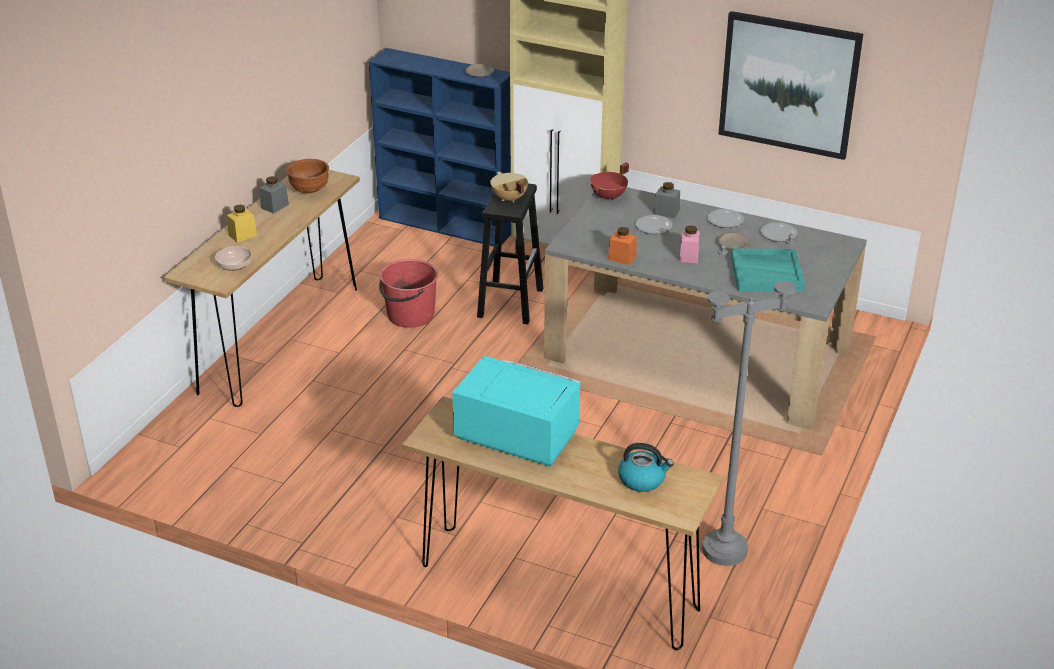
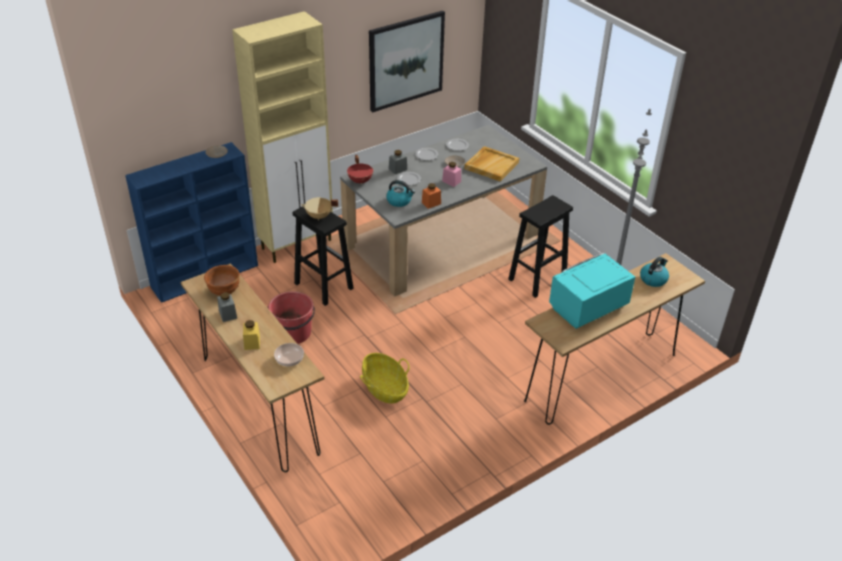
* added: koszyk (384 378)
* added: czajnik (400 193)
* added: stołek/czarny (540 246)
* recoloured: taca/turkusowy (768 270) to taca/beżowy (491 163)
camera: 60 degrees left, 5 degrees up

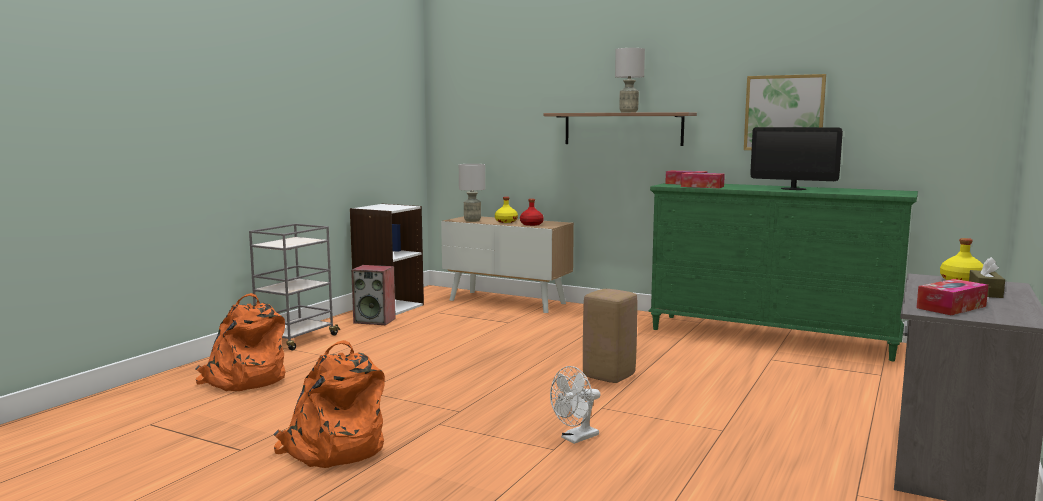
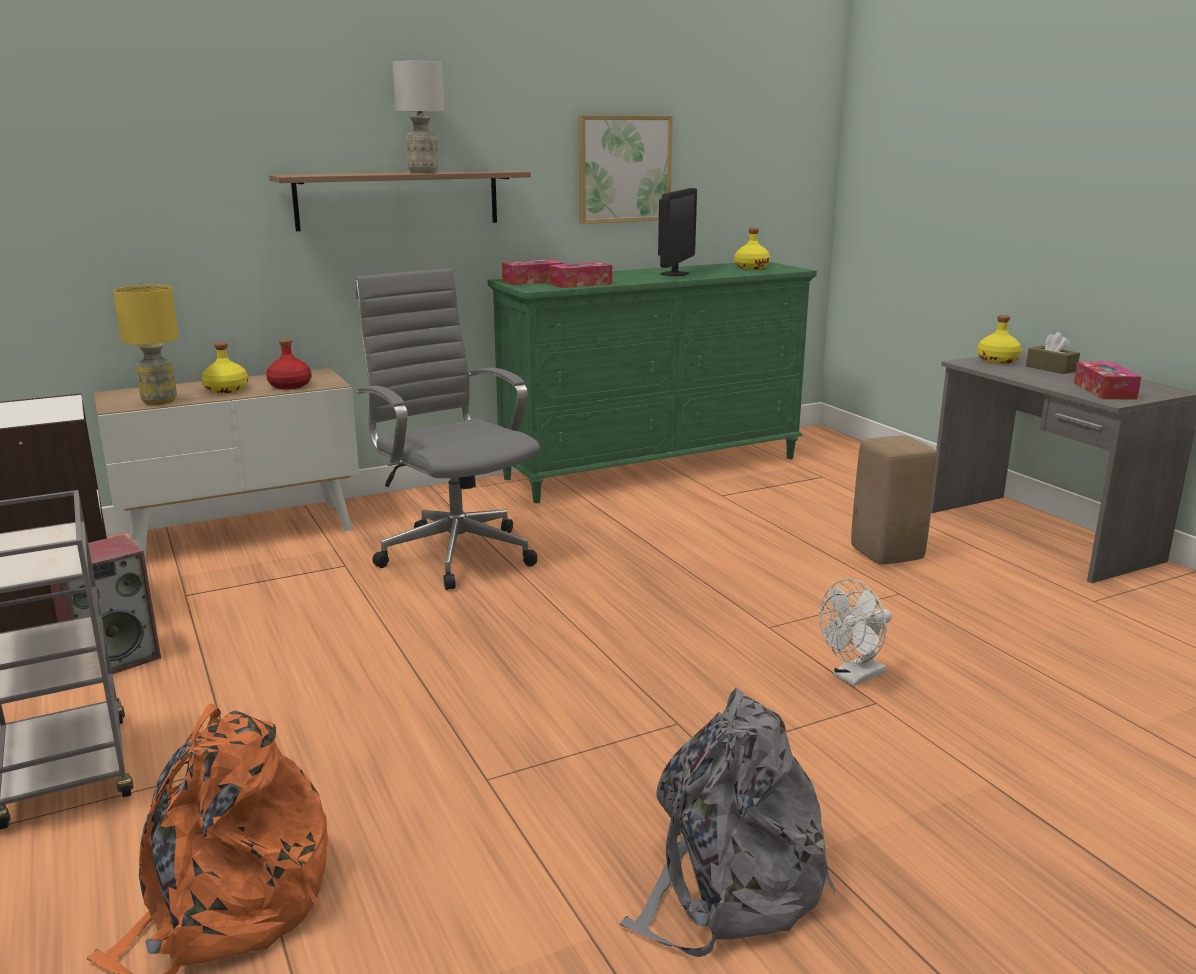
* added: krzesło biurowe/szary (447 429)
* added: butelka/żółty (752 248)
* moved: stołek/beżowy (610 336) to (894 500)
* recoloured: plecak/pomarańczowy (329 404) to plecak/szary (727 822)
* recoloured: lampa stołowa/szary (472 193) to lampa stołowa/żółty (146 345)
* turned: wentylator/biały (575 405) = (856 632) 60 degrees clockwise
* turned: monitor (797 158) = (677 232) 45 degrees counterclockwise
camera: 55 degrees left, 10 degrees up

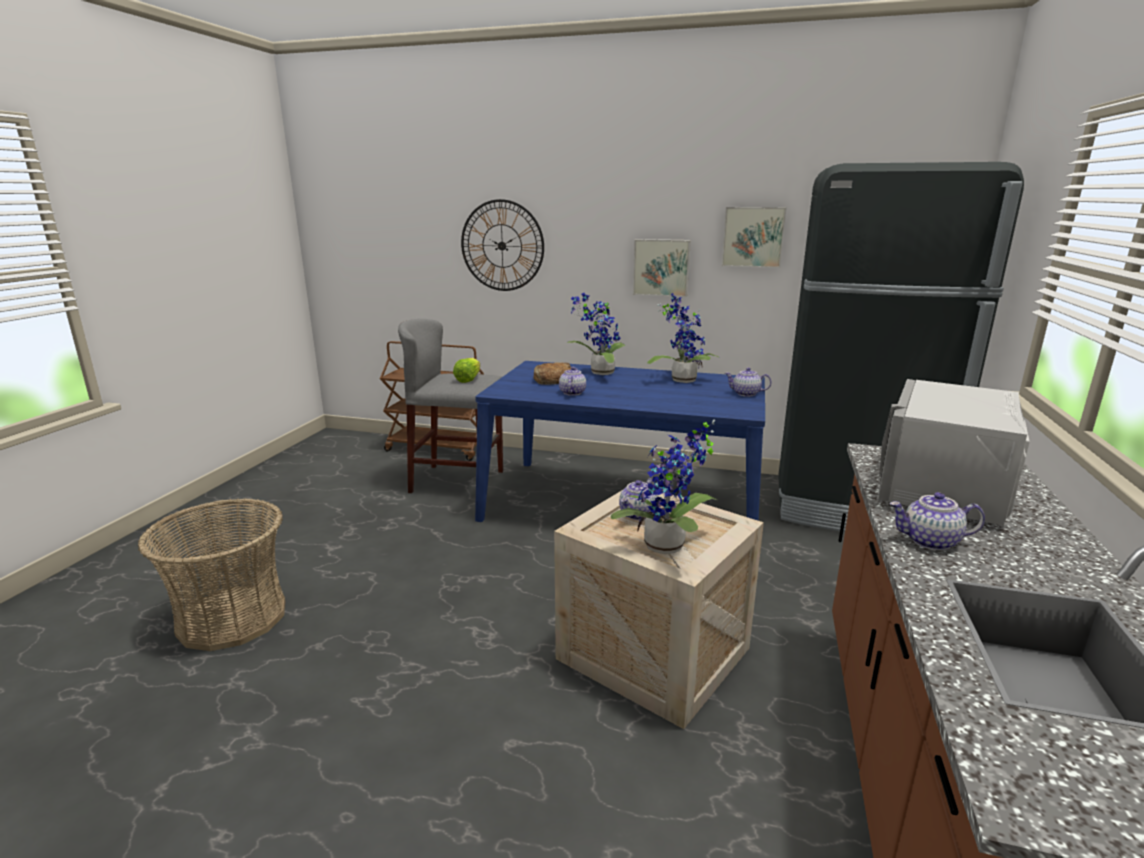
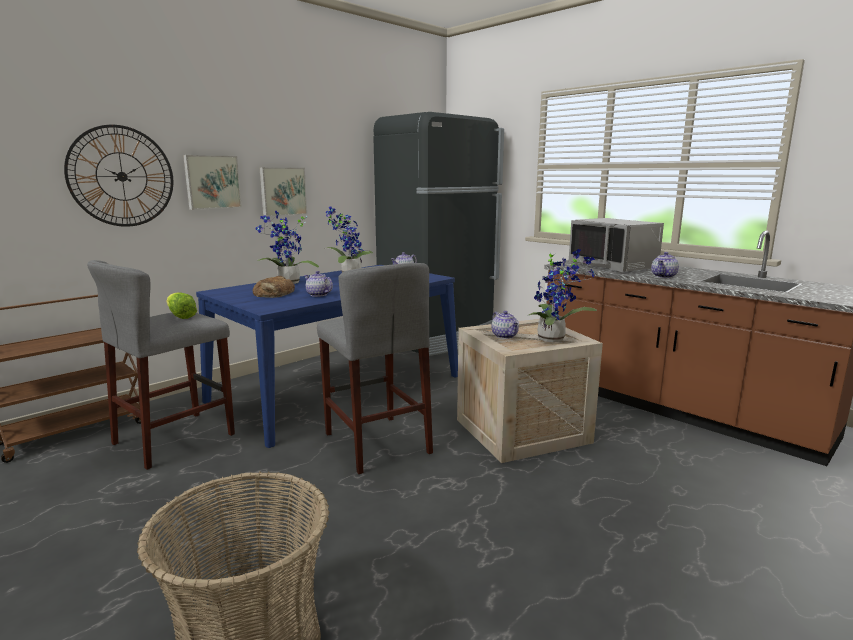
* added: stołek/szary (375 368)
* moved: obraz (754 237) to (212 182)
camera: 60 degrees left, 5 degrees down

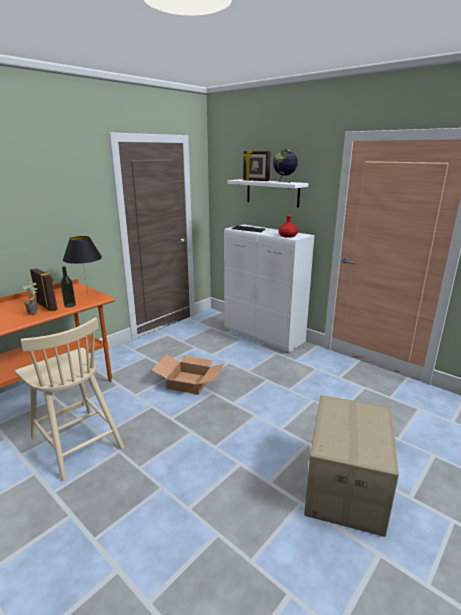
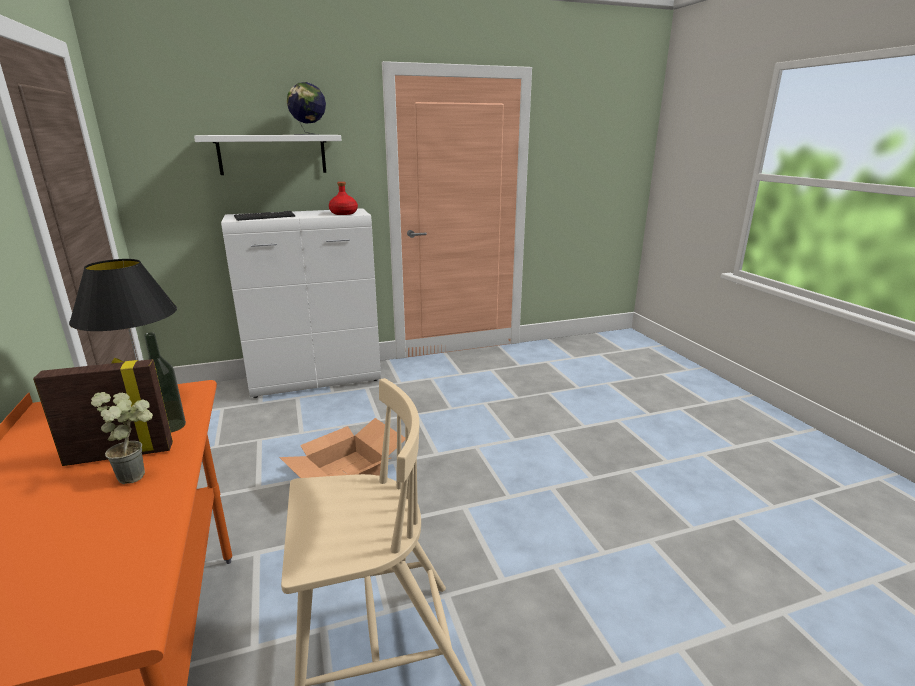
* removed: ramka na zdjęcie (257 165)
* removed: karton (351 466)
camera: 60 degrees left, 0 degrees up

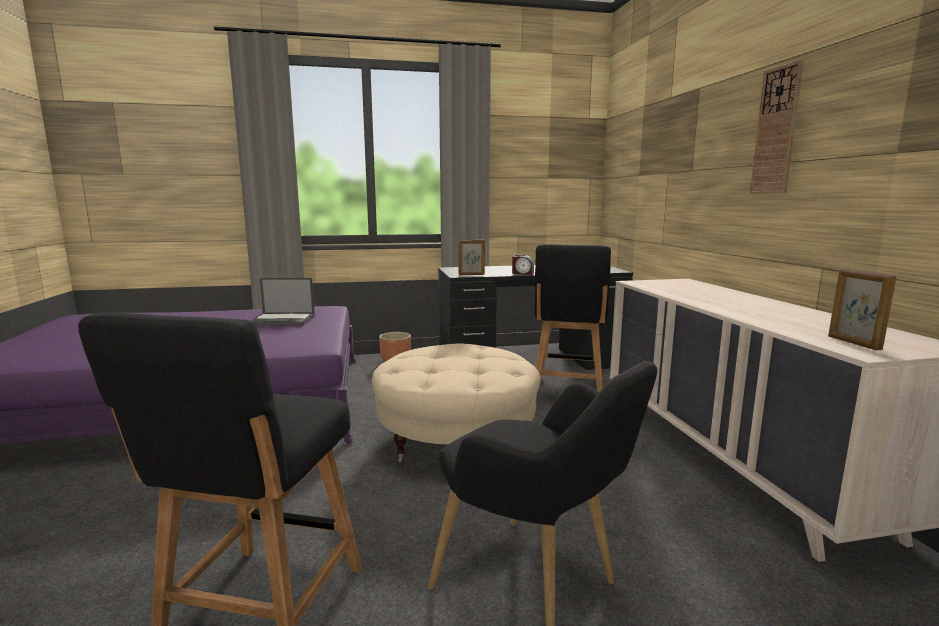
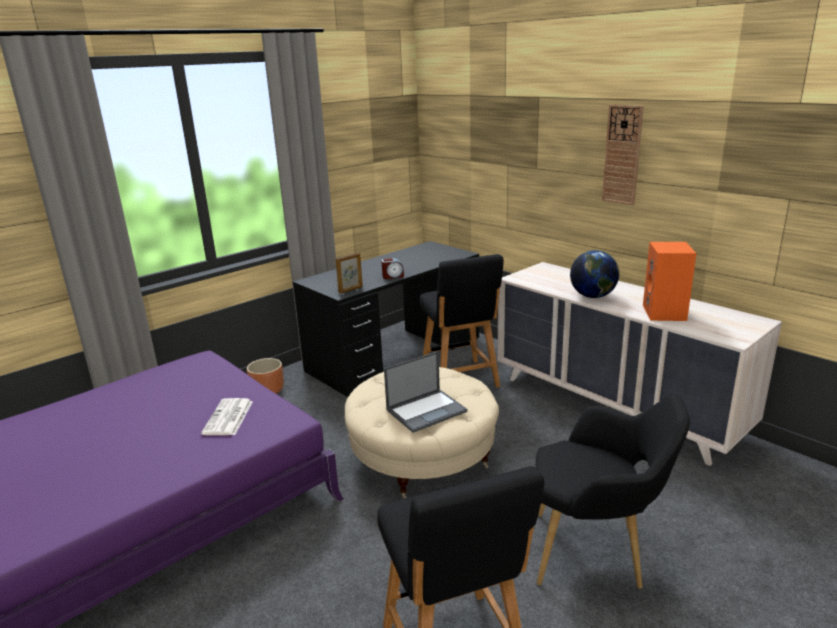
* removed: ramka na zdjęcie (862 309)
* added: gazeta (227 416)
* added: globus (594 274)
* added: głośnik/pomarańczowy (669 281)
* moved: laptop (282 301) to (426 392)
camera: 30 degrees left, 10 degrees up

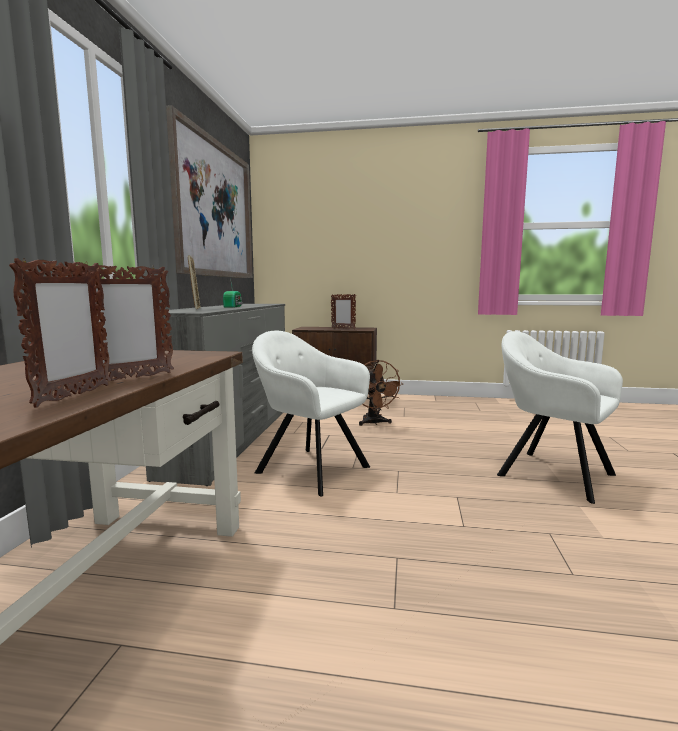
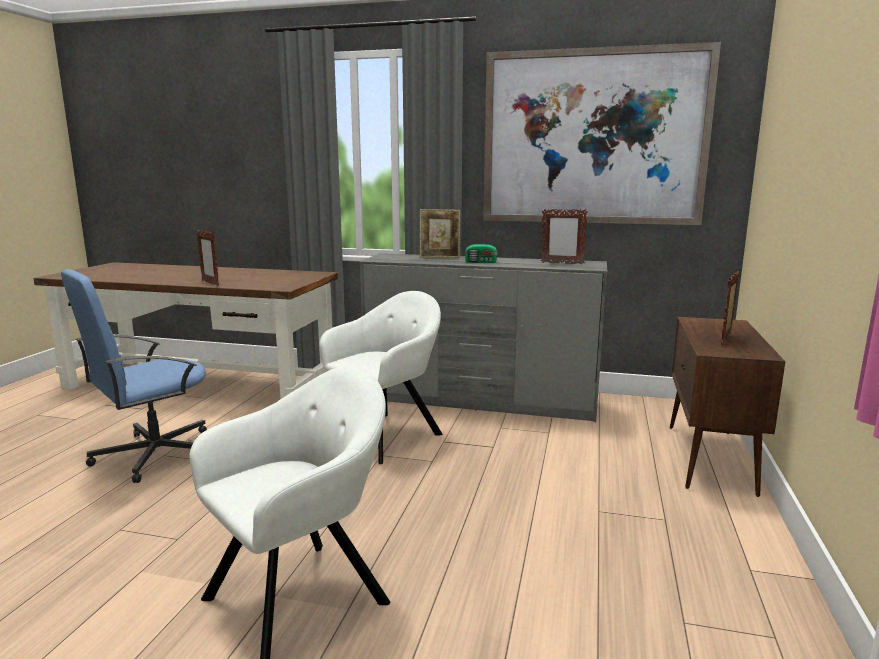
* removed: wentylator/brązowy (381 393)
* added: krzesło biurowe/niebieski (134 376)
* moved: ramka na zdjęcie (60 333) to (564 237)
camera: 95 degrees right, 5 degrees up

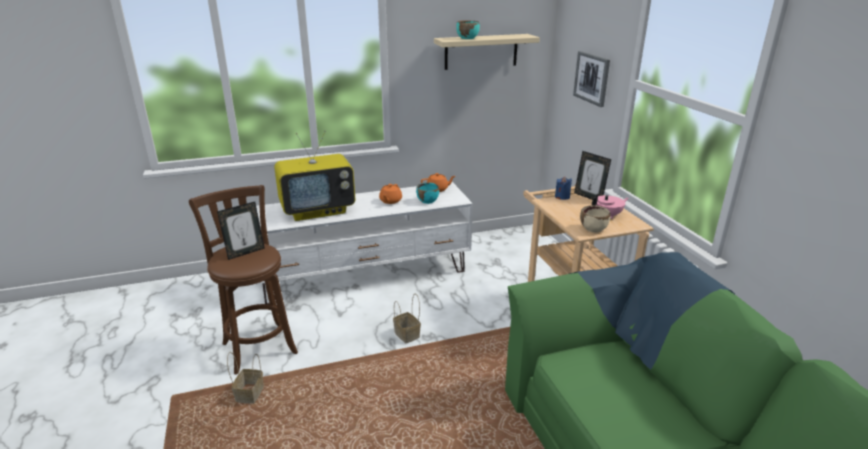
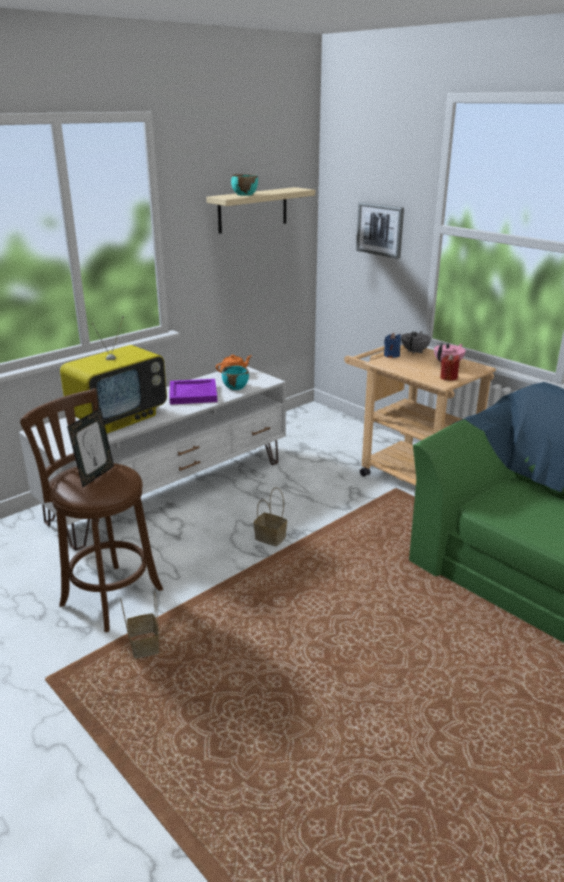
* replaced: imbryk/pomarańczowy (390 194) to taca/fioletowy (193 392)
* replaced: ramka na zdjęcie (592 175) to imbryk/szary (416 342)
* replaced: miska/beżowy (595 218) to świeca/czerwony (450 367)
camera: 25 degrees left, 0 degrees up

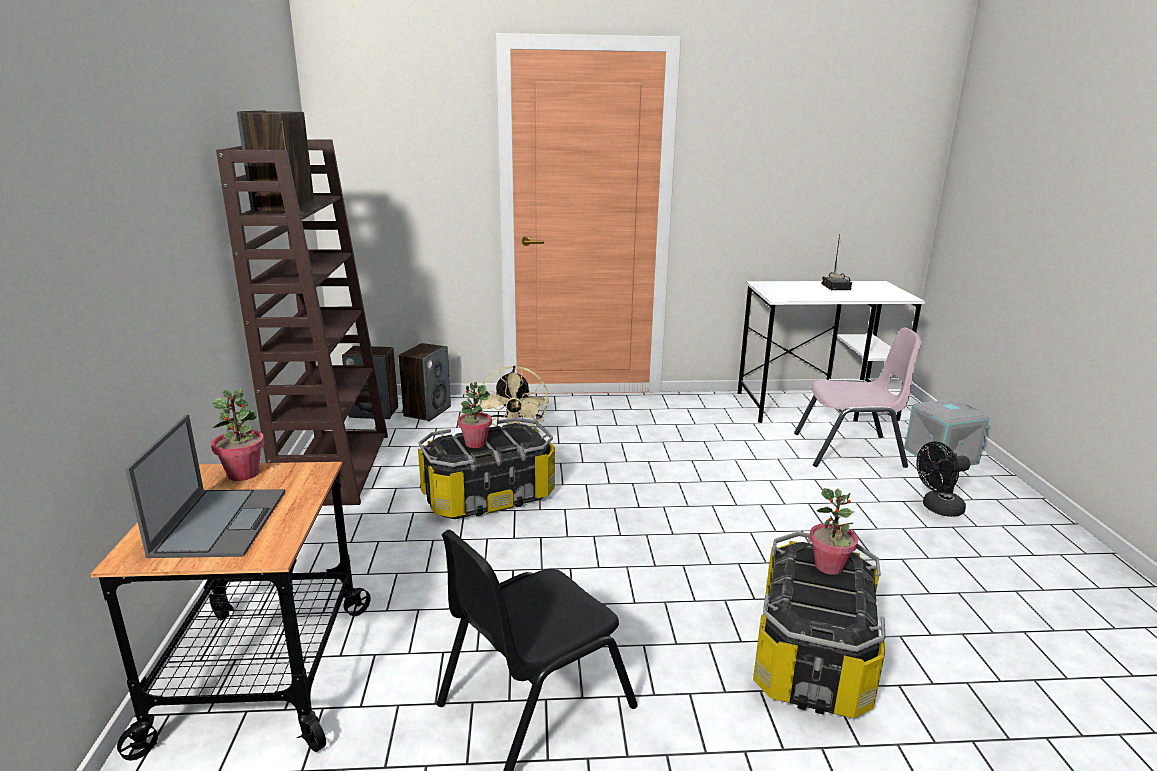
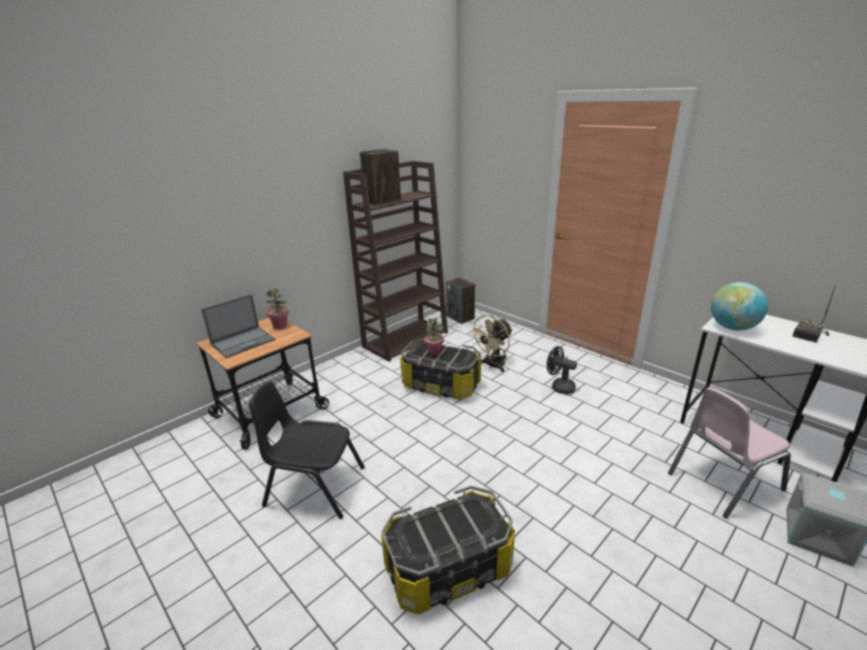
* removed: głośnik (425 382)
* removed: roślina doniczkowa (833 531)
* added: globus (739 306)
* moved: wentylator/czarny (943 479) to (562 370)
* turned: krzesło/różowy (858 398) = (729 453) 105 degrees clockwise
camera: 50 degrees right, 5 degrees up

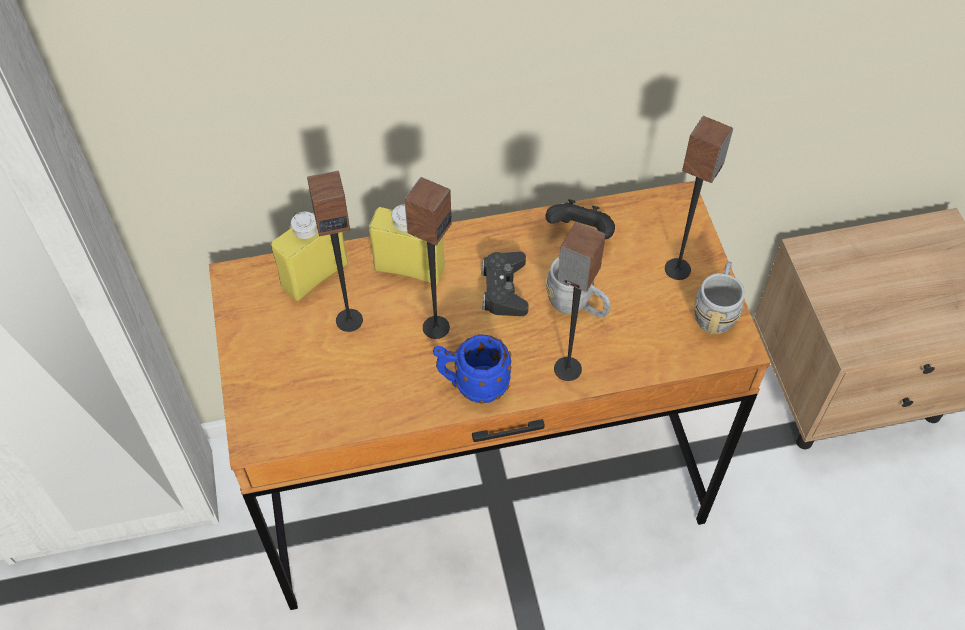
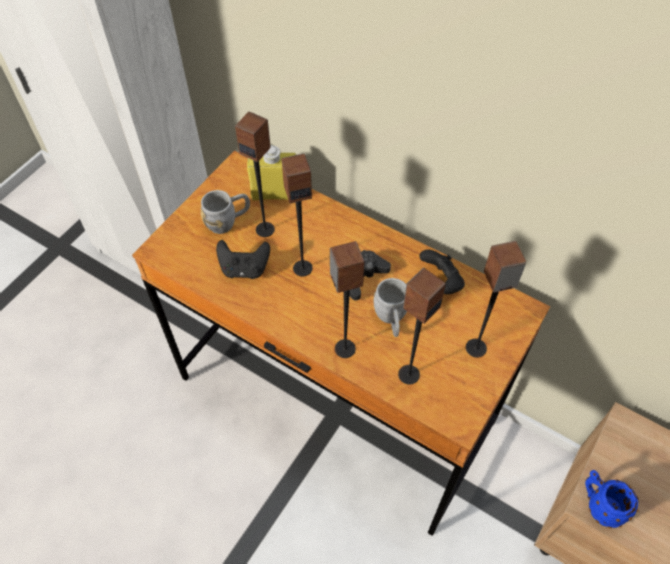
* removed: butelka/żółty (407 244)
* added: pad do gier/czarny (243 259)
* added: głośnik (422 326)
* moved: kubek/niebieski (472 369) to (611 499)
* moved: kubek/szary (719 297) to (225 212)
camera: 45 degrees right, 0 degrees up

